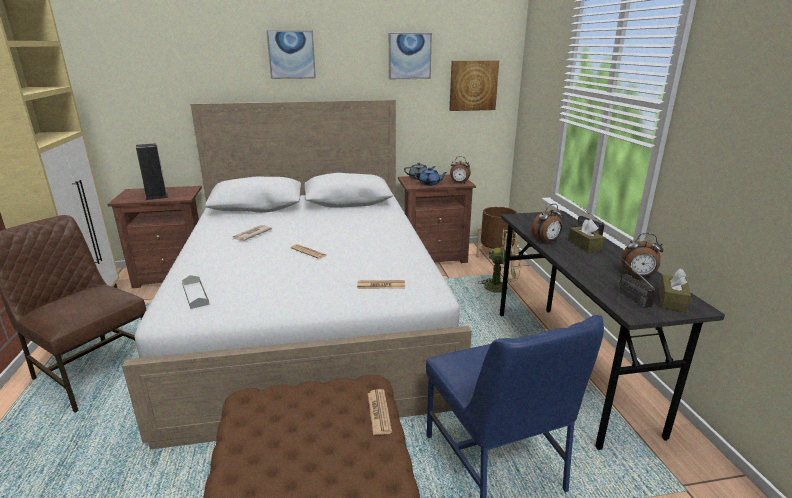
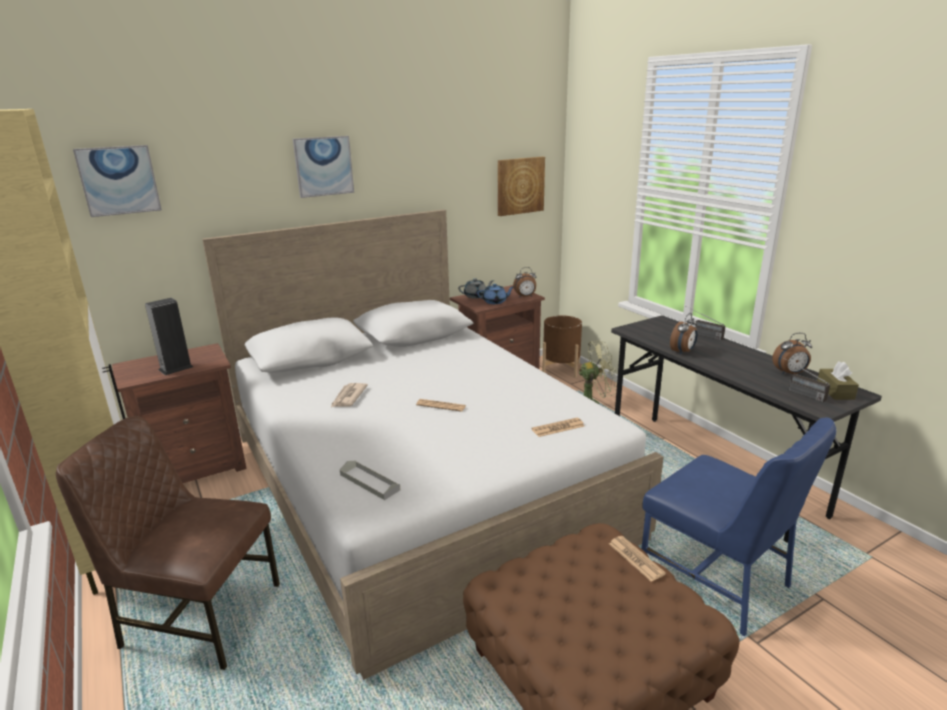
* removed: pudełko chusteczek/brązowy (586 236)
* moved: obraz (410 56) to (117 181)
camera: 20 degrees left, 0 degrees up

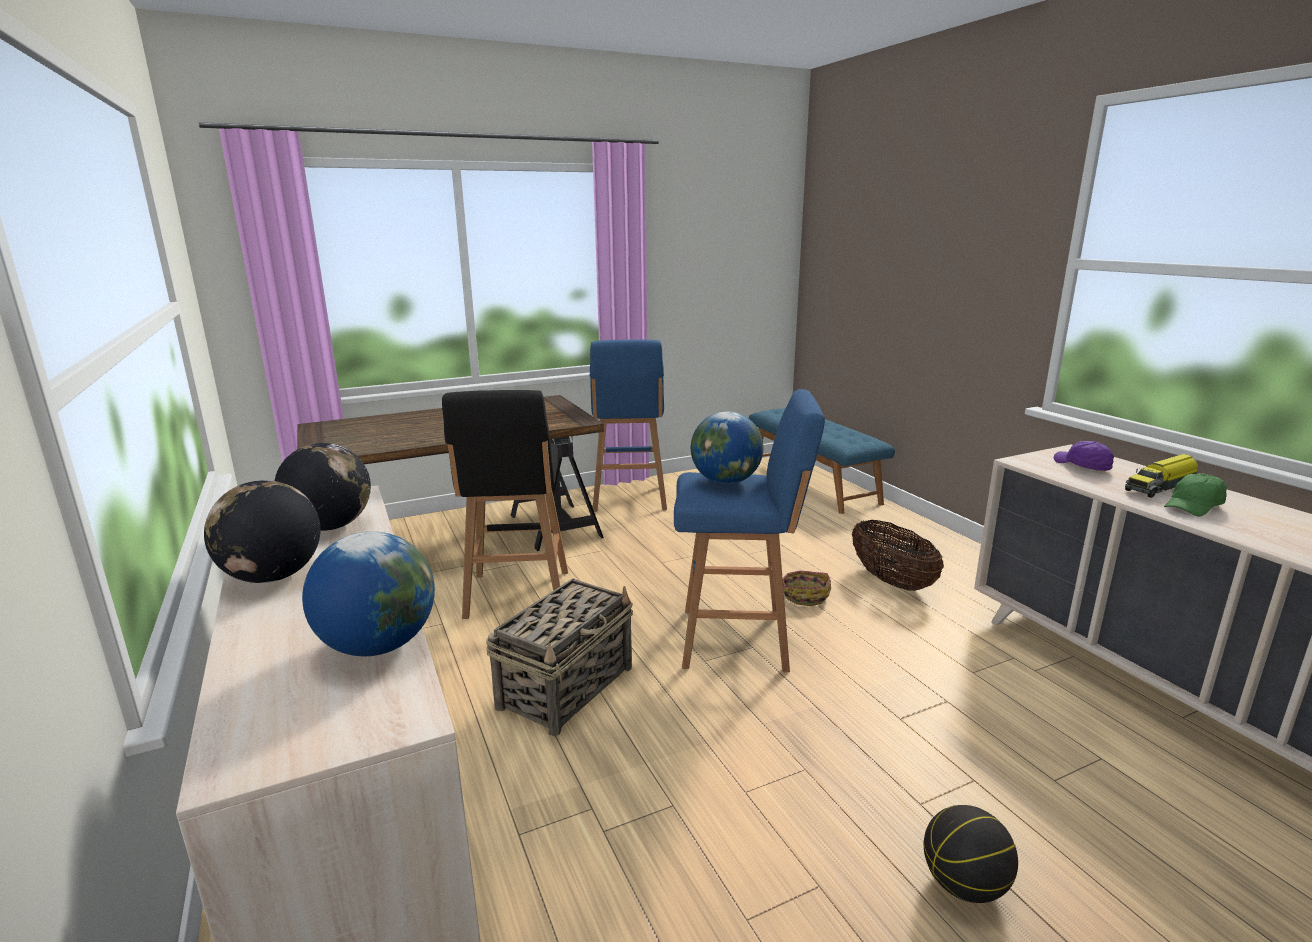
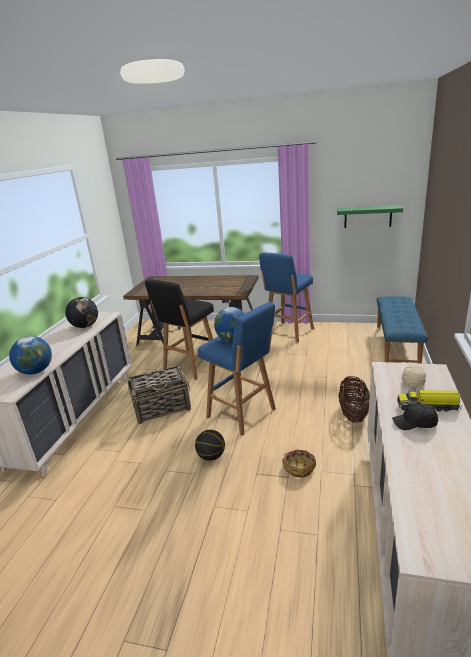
* removed: globus (262 531)
* added: półka/zielony (370 216)
* moved: koszyk (807 588) to (299 463)
* moved: piłka do koszykówki (971 854) to (210 445)
* recoloured: czapka z daszkiem/fioletowy (1084 456) to czapka z daszkiem/beżowy (414 375)
* recoloured: czapka z daszkiem/zielony (1195 494) to czapka z daszkiem/czarny (415 416)
camera: 40 degrees right, 5 degrees up

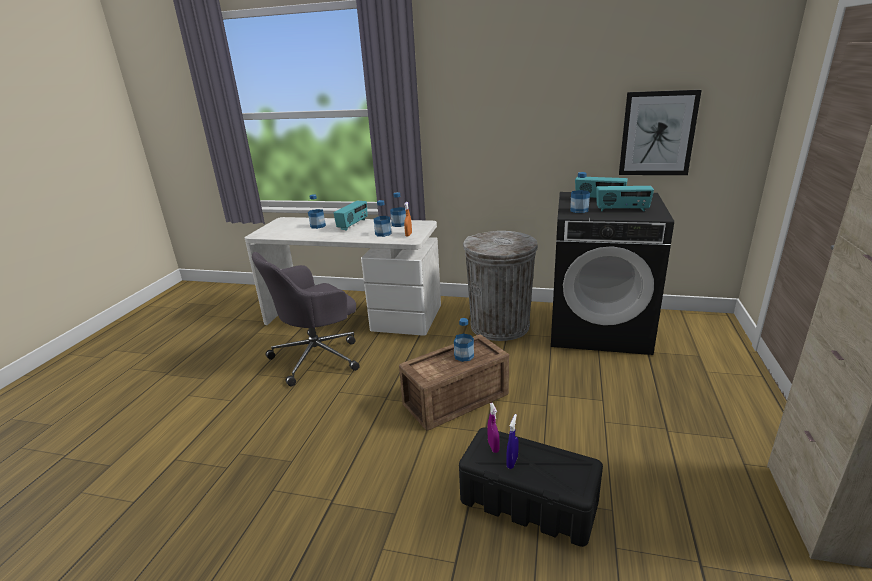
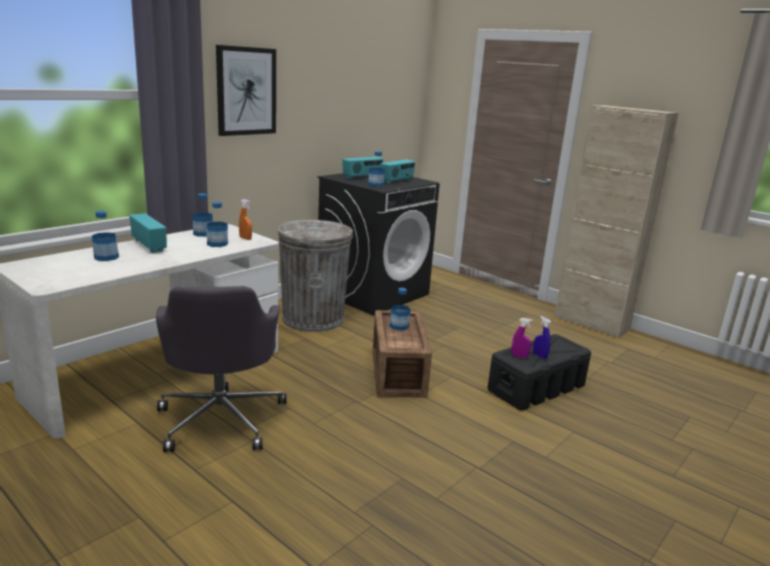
* moved: obraz (660 132) to (246 90)
camera: 65 degrees left, 5 degrees down

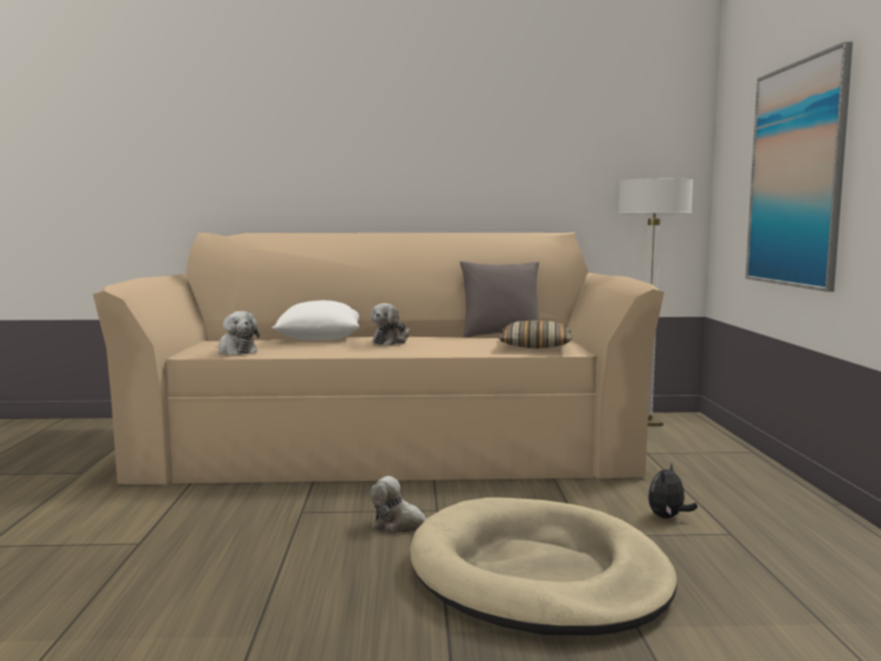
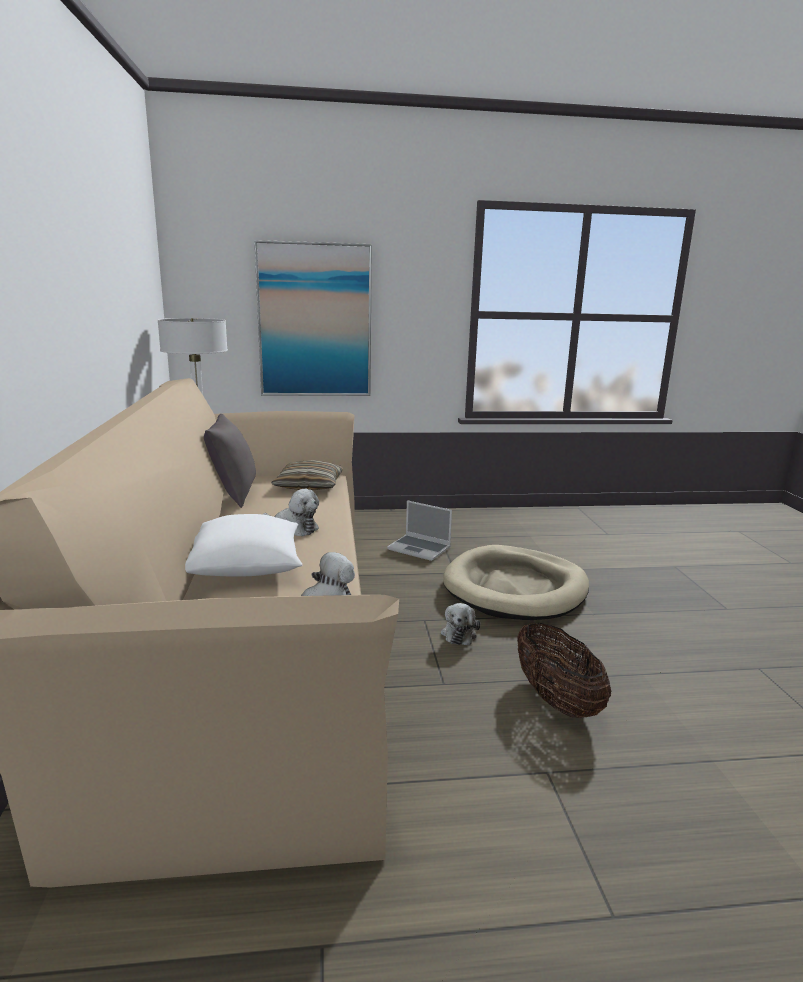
* added: koszyk (564 670)
* replaced: pluszak (672 490) to laptop (419 530)
camera: 95 degrees left, 10 degrees up

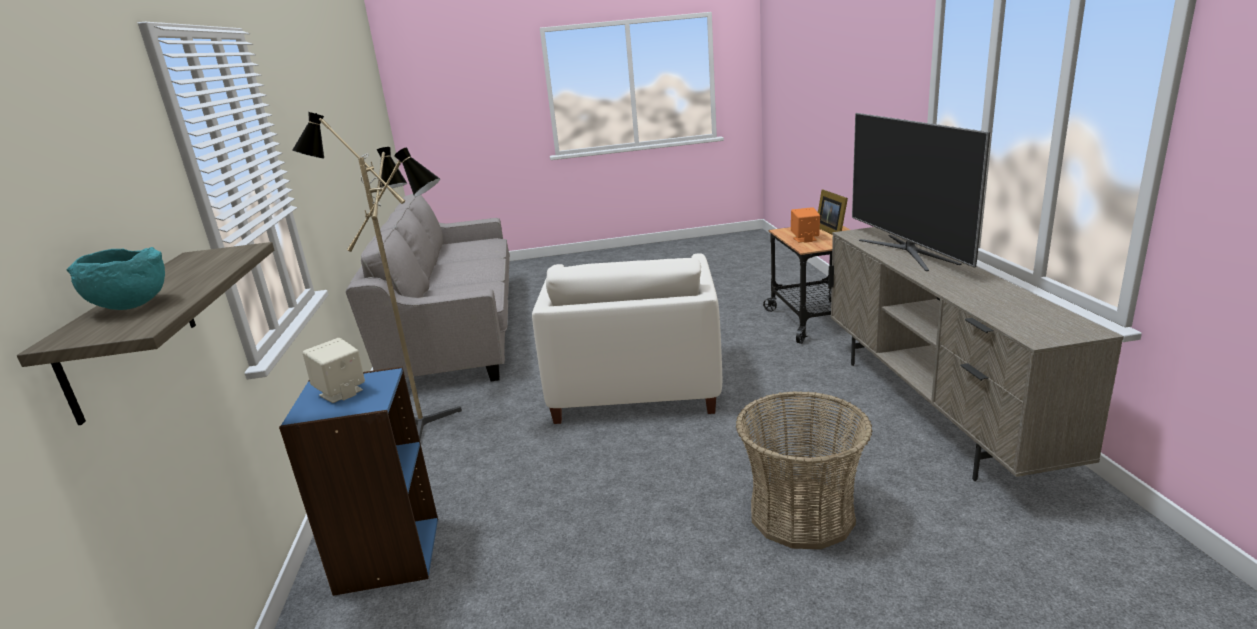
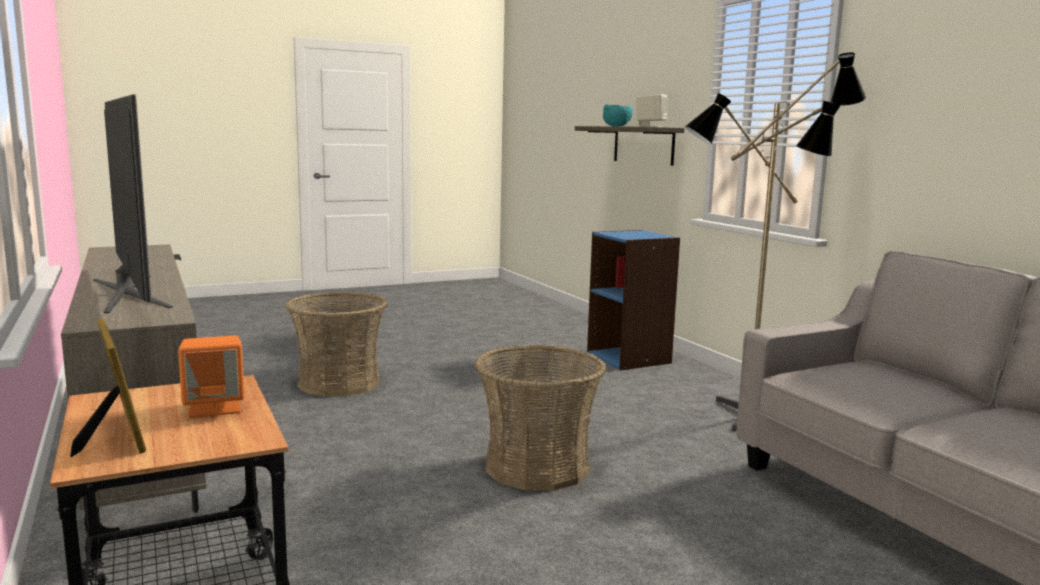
* moved: głośnik/beżowy (334 370) to (652 110)
* replaced: fotel/biały (627 338) to koszyk (540 417)
camera: 160 degrees right, 10 degrees down

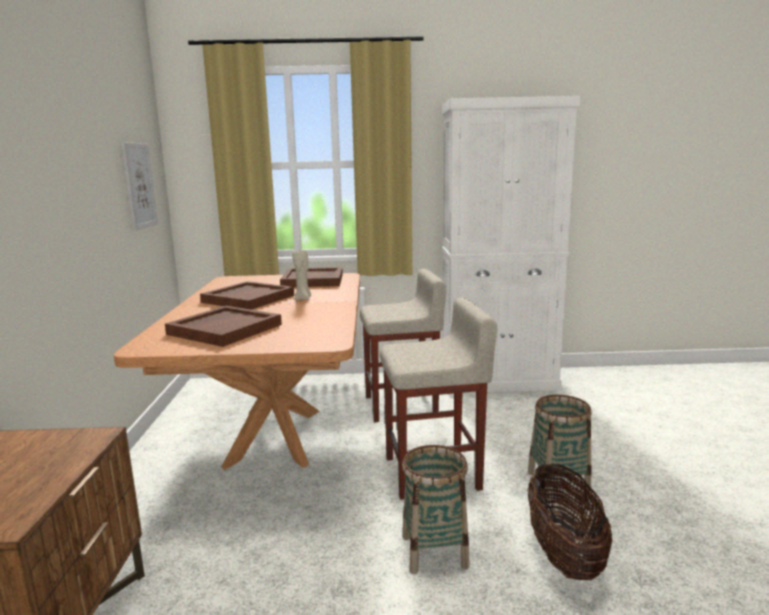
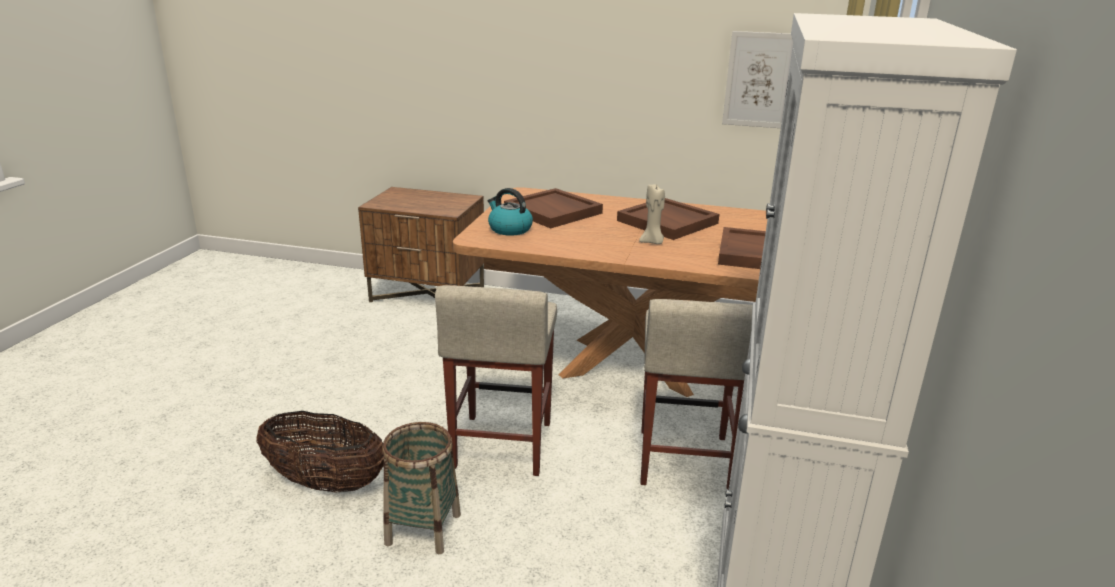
* removed: koszyk (436 509)
* added: czajnik (510 212)
camera: 105 degrees right, 10 degrees up

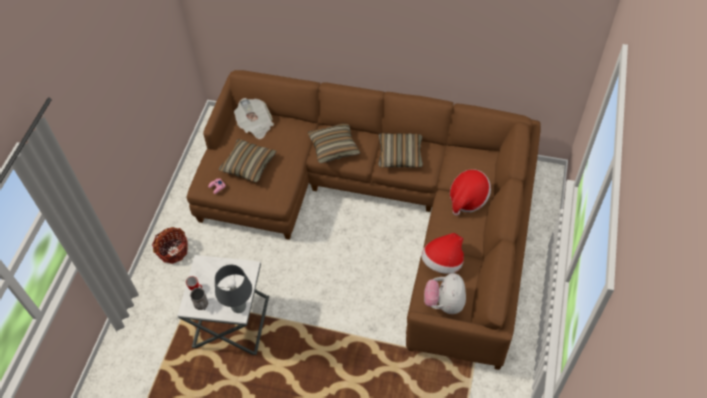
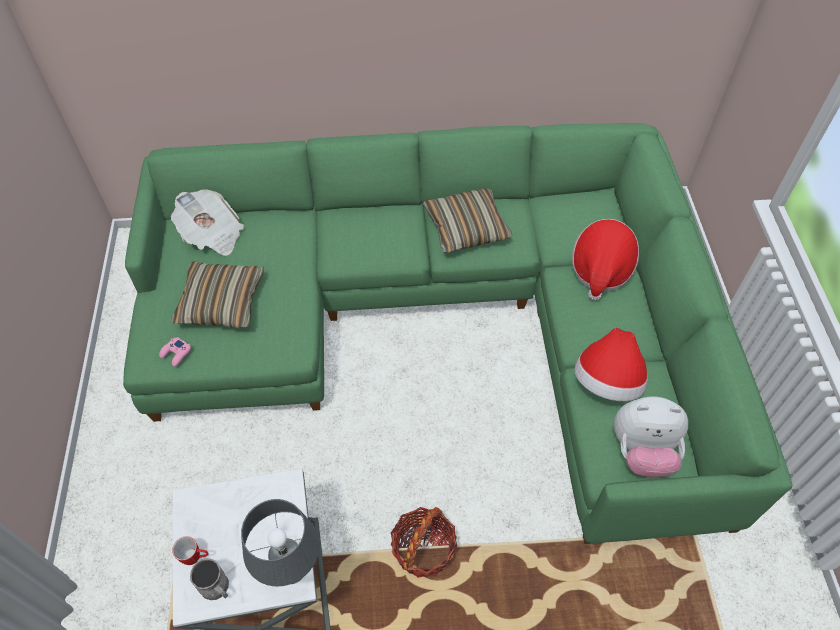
* removed: poduszka (334 143)
* moved: koszyk (170 245) to (424 542)
* recoloured: kanapa/brązowy (363 220) to kanapa/zielony (457 333)
* turned: pluszak (445 293) = (651 437) 75 degrees counterclockwise
camera: 20 degrees left, 0 degrees up

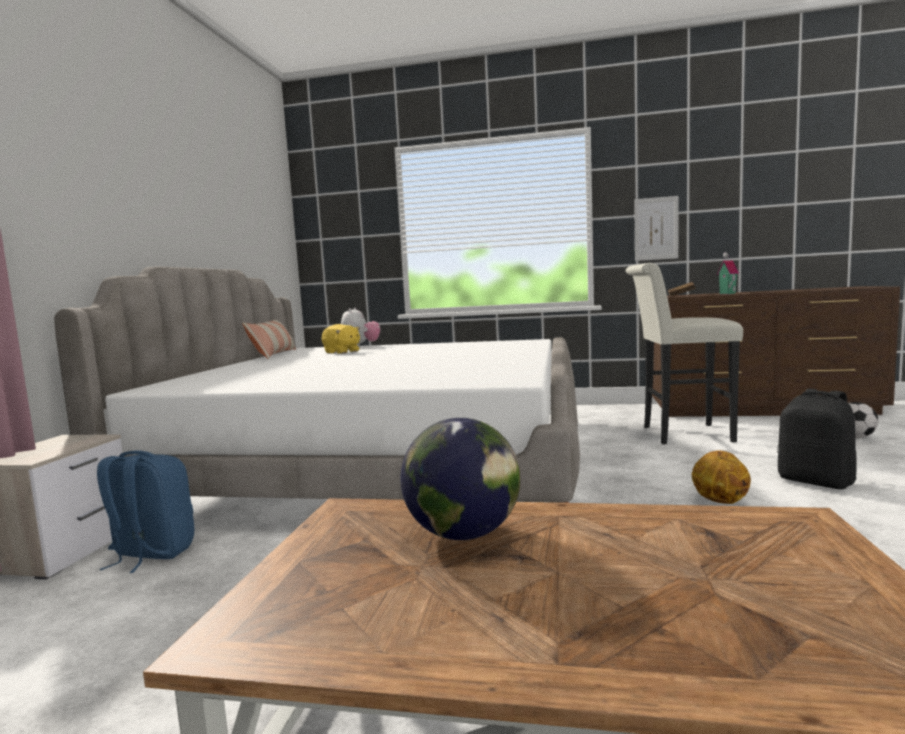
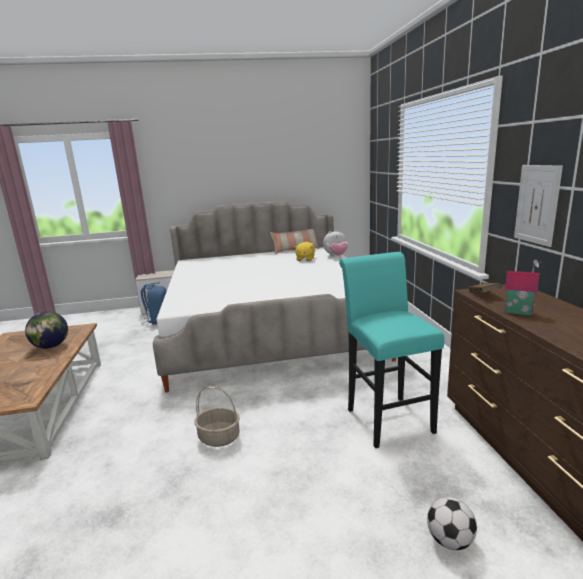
* removed: plecak/czarny (817 438)
* replaced: piłka do koszykówki (721 477) to koszyk (217 416)
* recoloured: stołek/biały (684 353) to stołek/turkusowy (392 350)
camera: 70 degrees right, 10 degrees up

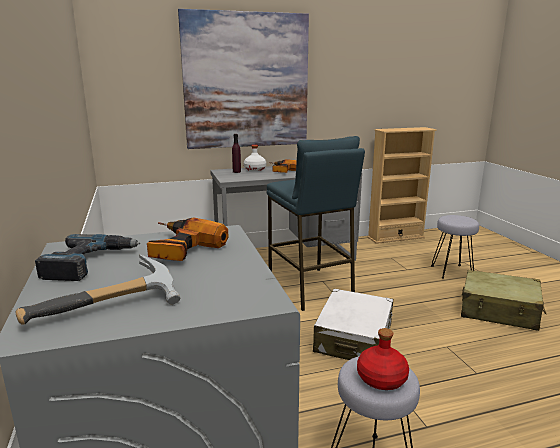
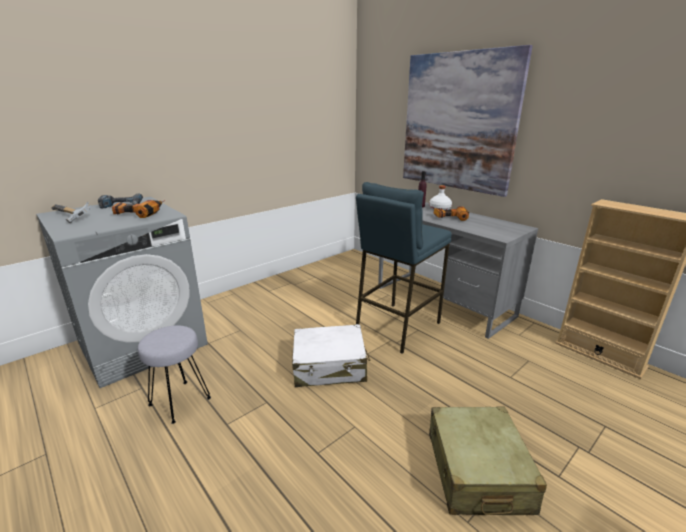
* removed: butelka/czerwony (383 359)
* removed: stołek/szary (455 247)
camera: 65 degrees right, 5 degrees up

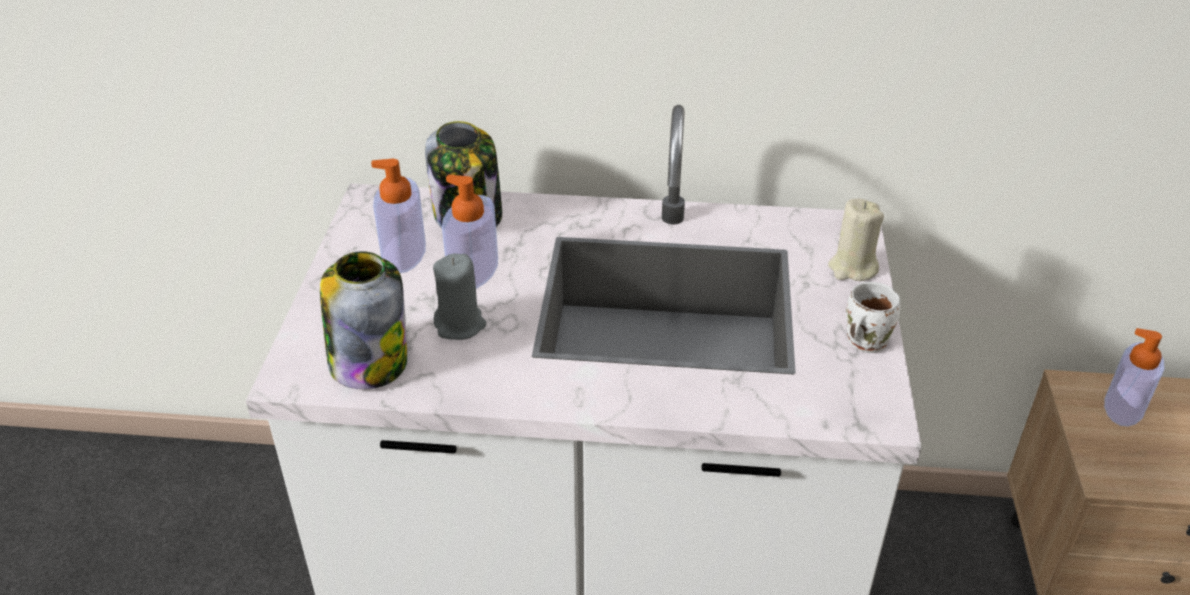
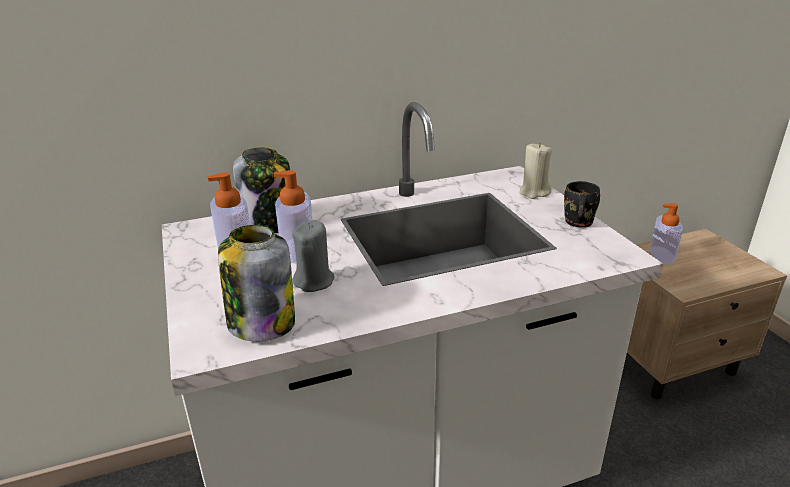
* recoloured: kubek/biały (873 317) to kubek/czarny (582 204)
camera: 25 degrees left, 10 degrees down

